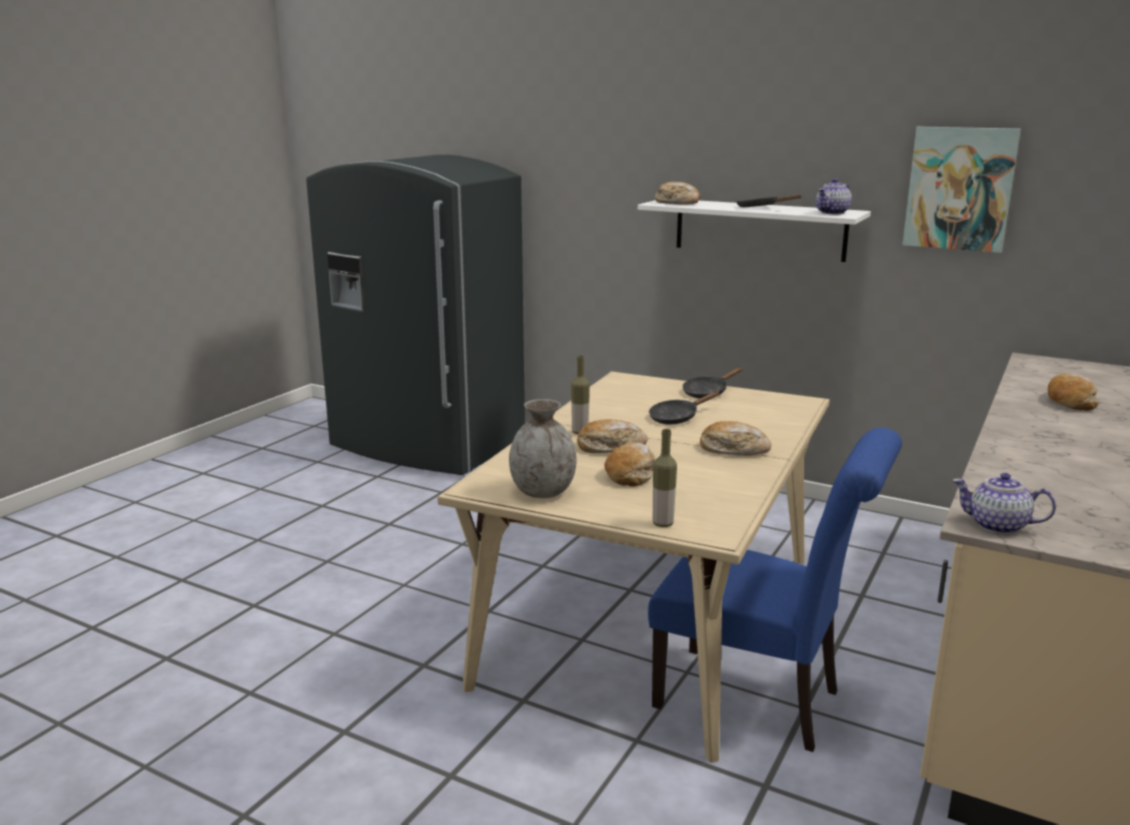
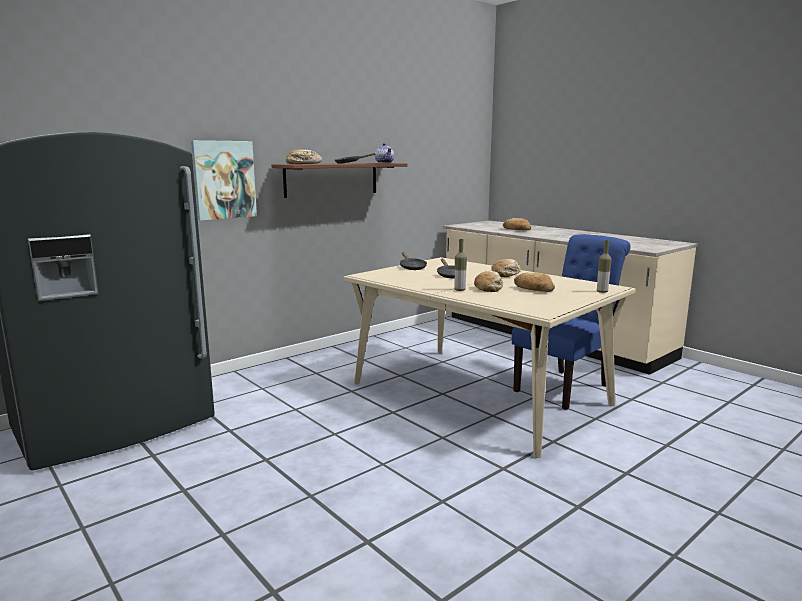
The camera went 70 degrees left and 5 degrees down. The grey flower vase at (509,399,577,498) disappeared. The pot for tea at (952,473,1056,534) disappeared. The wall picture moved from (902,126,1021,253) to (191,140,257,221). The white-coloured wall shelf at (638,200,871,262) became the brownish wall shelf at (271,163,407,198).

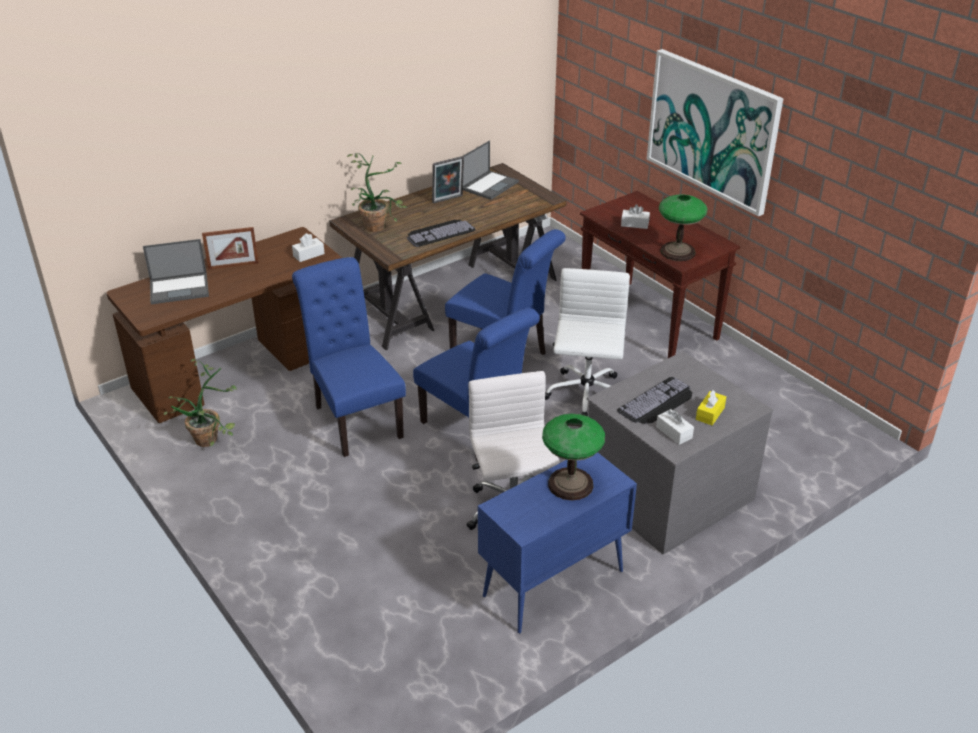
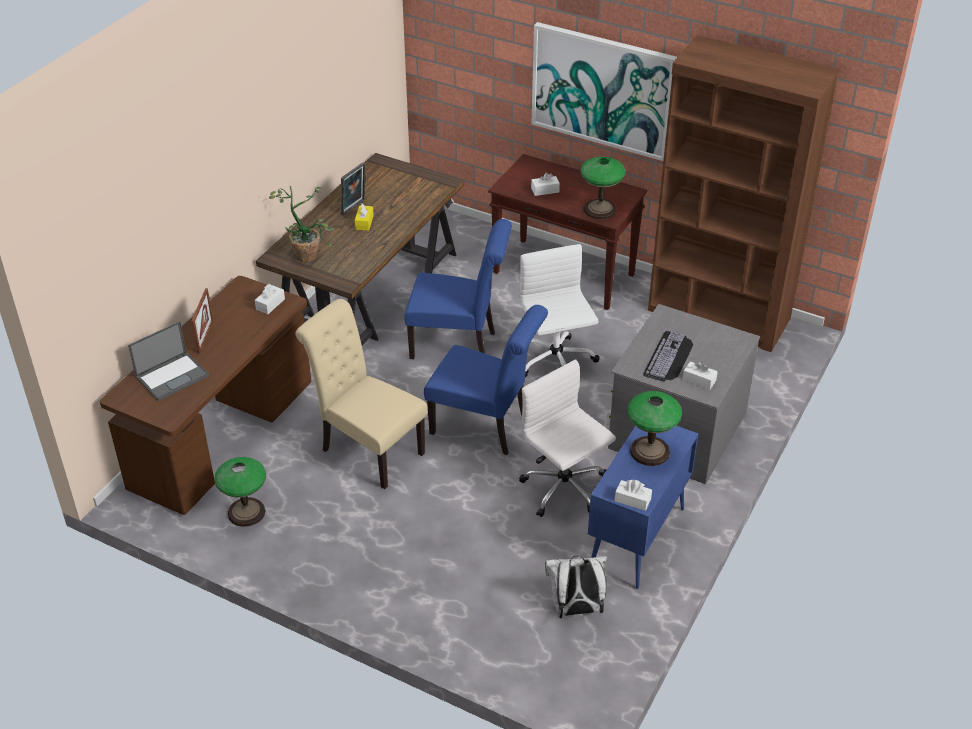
The camera went 25 degrees left and 5 degrees up. The PC keyboard at (407,220,475,247) disappeared. The notebook computer at (463,141,519,200) disappeared. The white-coloured rucksack at (545,555,607,619) appeared. The white-coloured tissue holder at (615,480,652,511) appeared. The brownish bookshelf at (648,35,840,352) appeared. The yellow tissue holder moved from (696,390,726,425) to (355,204,374,231). The potted plant at (164,359,237,447) was replaced by the table lamp at (214,457,266,527). The blue-coloured upright chair at (292,257,406,457) became the sand-coloured upright chair at (295,299,428,489). The picture frame at (202,227,259,270) turned 45 degrees counterclockwise.

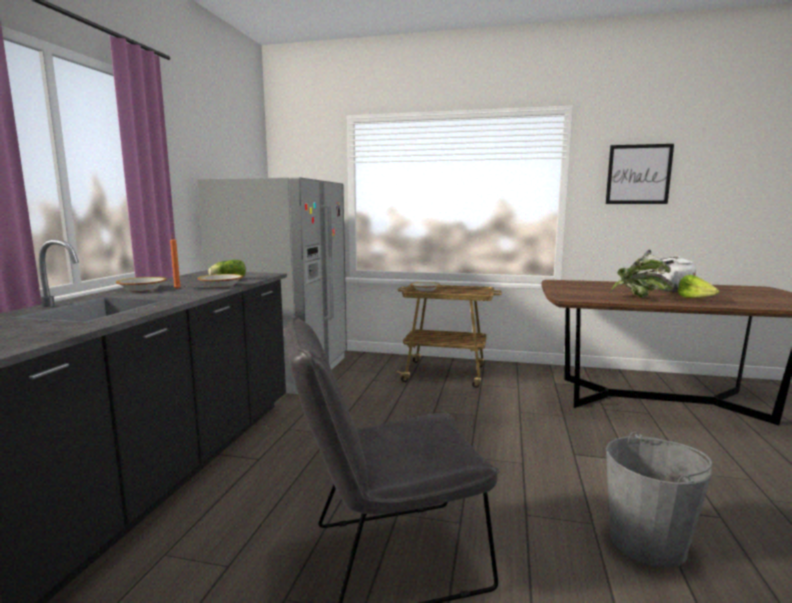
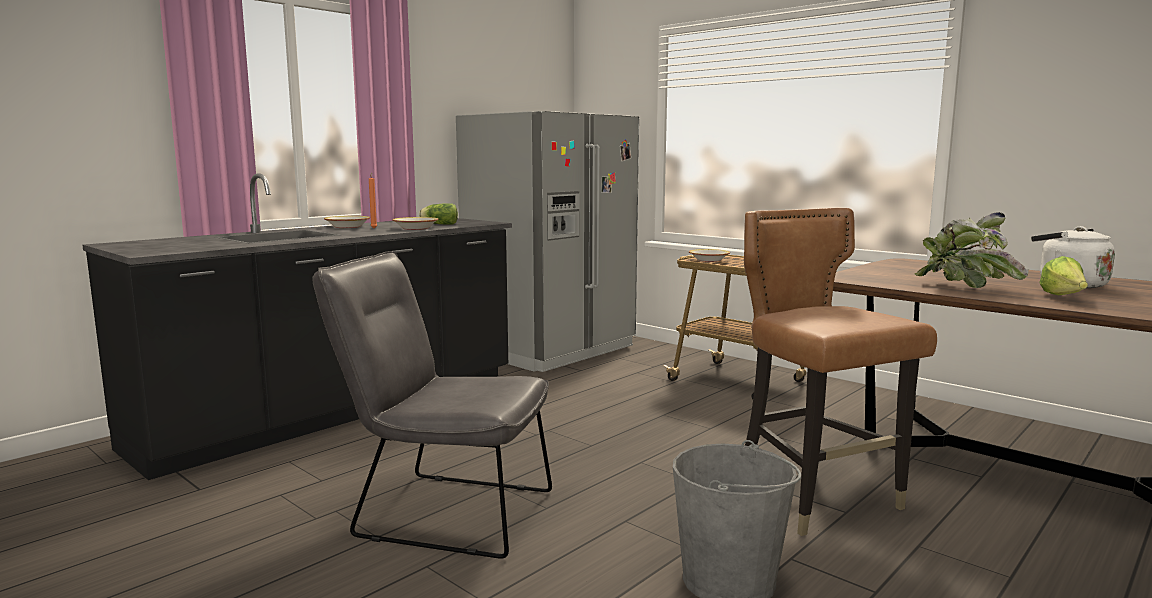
The camera went 30 degrees right and 0 degrees up. The wall picture at (606,144,674,204) disappeared. The brownish upright chair at (744,208,937,536) appeared.

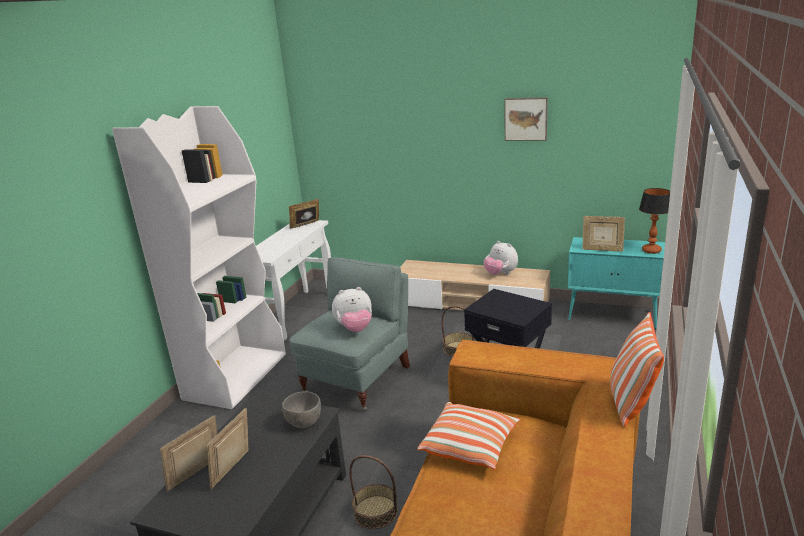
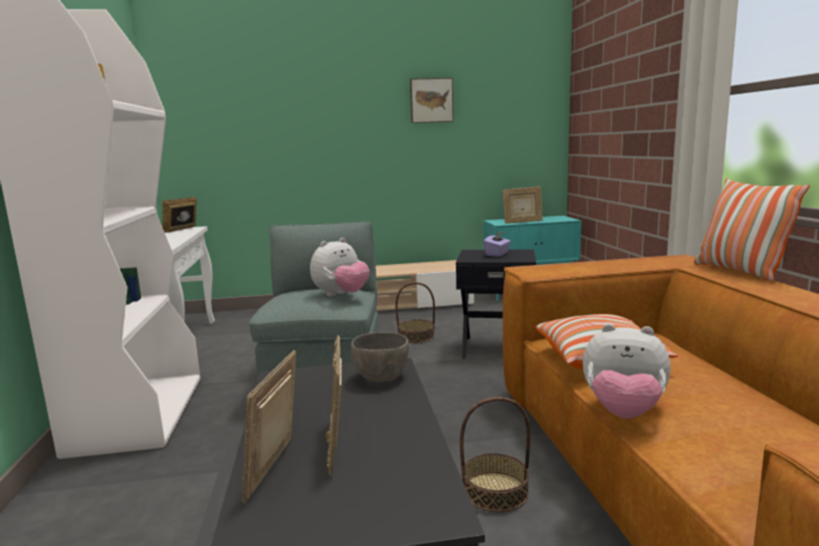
The camera went 30 degrees left and 10 degrees down. The table lamp at (639,188,670,254) disappeared. The purplish tissue holder at (483,231,511,257) appeared. The soft toy moved from (483,241,518,275) to (583,324,671,418).

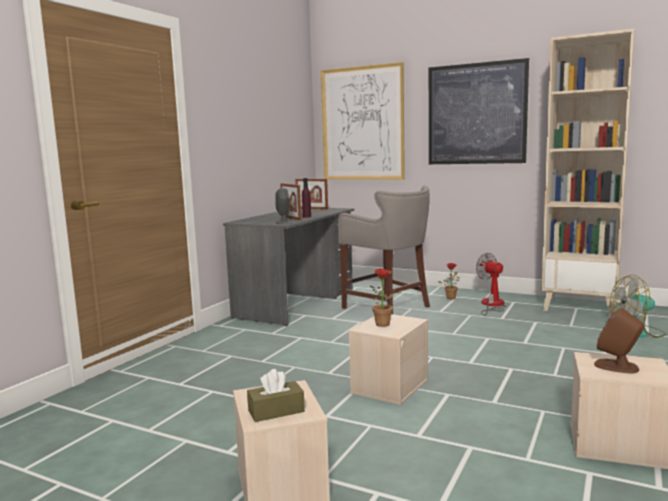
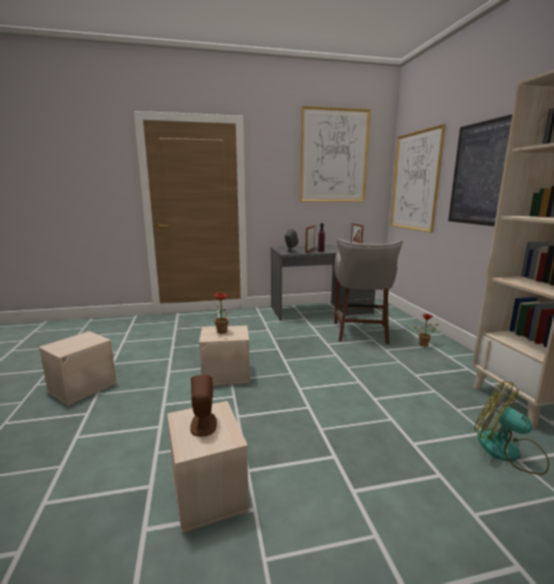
The camera went 50 degrees right and 5 degrees up. The brownish tissue holder at (247,369,305,422) disappeared. The fan at (476,253,506,316) disappeared. The wall picture at (300,106,371,202) appeared.

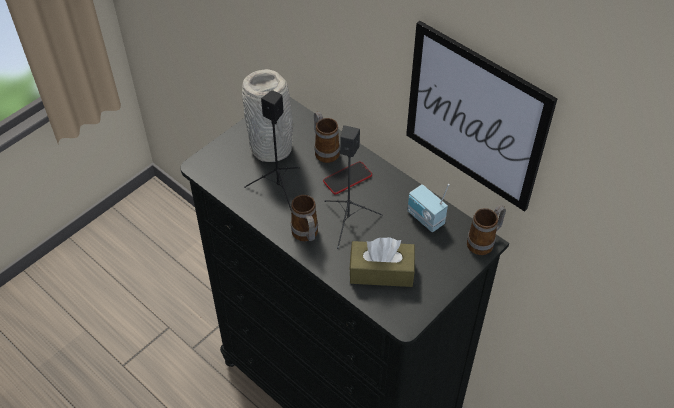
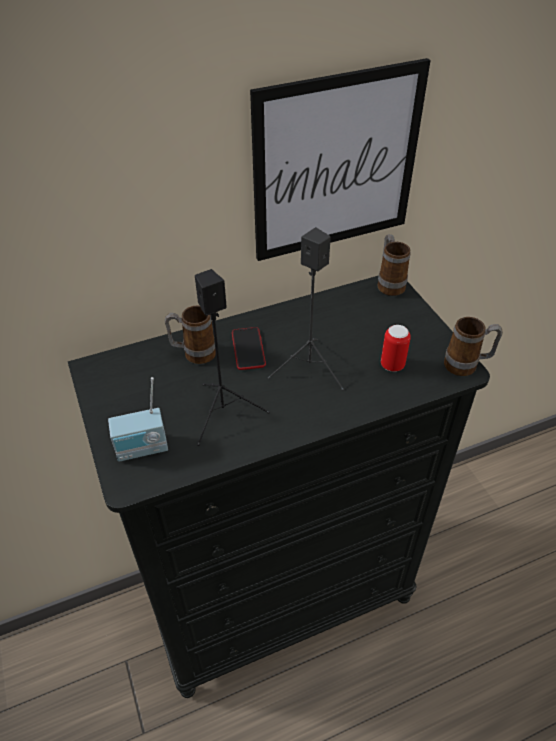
The camera went 65 degrees left and 5 degrees down. The grey flower vase at (242,69,293,162) disappeared. The tea mug moved from (291,195,318,241) to (444,317,503,376). The radio receiver moved from (407,184,450,232) to (108,377,168,462). The brownish tissue holder at (349,237,415,287) was replaced by the metal can at (381,325,411,372).

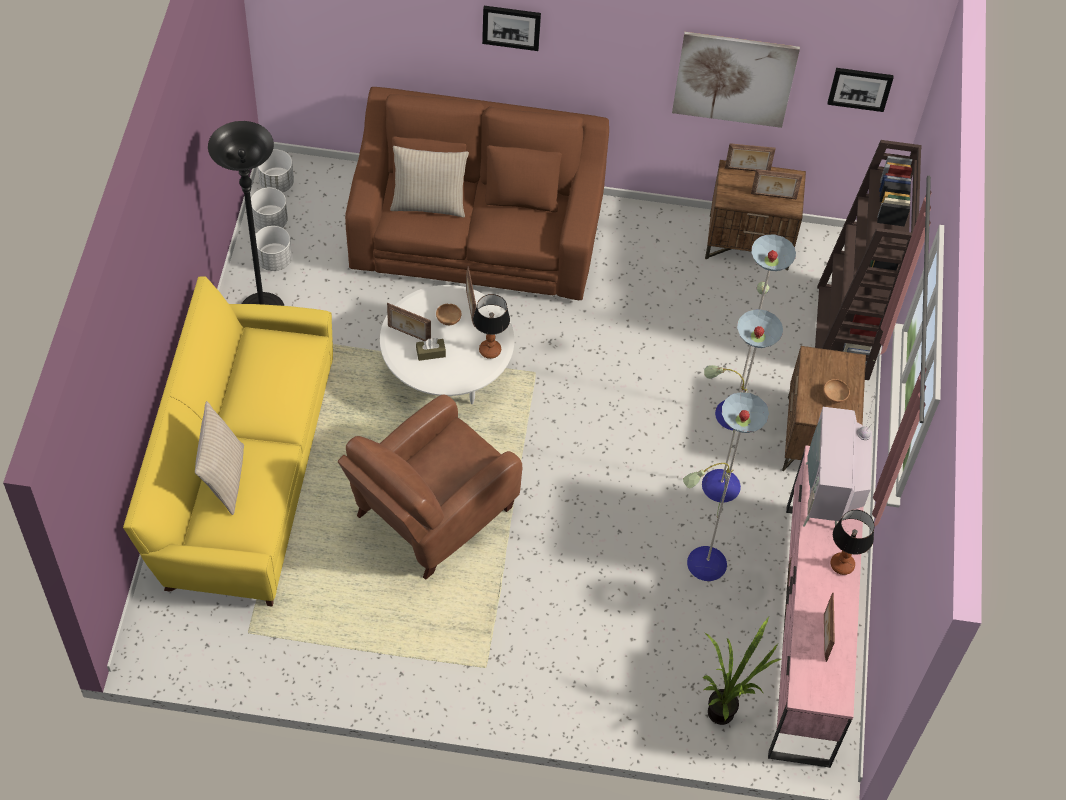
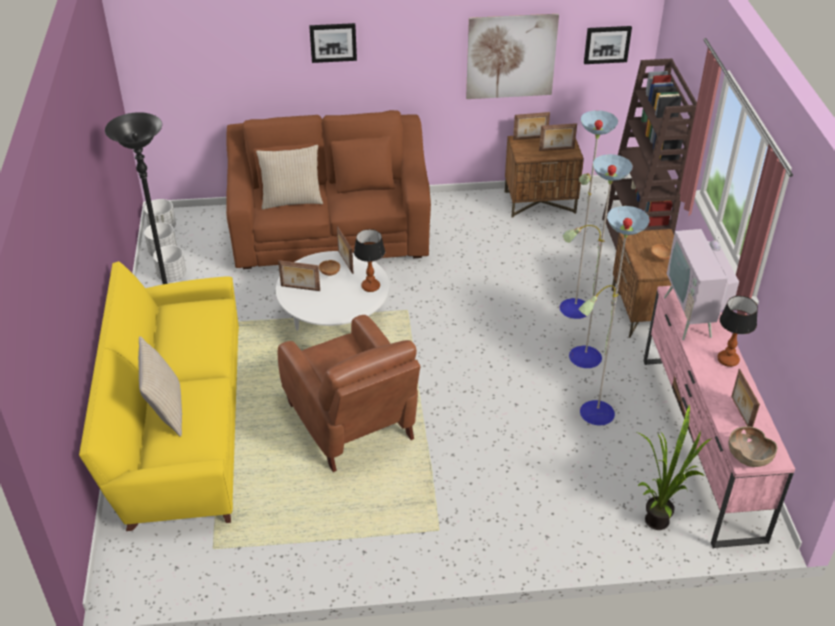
The camera went 10 degrees left and 15 degrees down. The brownish tissue holder at (416,338,446,361) disappeared. The brownish deep dish at (729,426,777,467) appeared. The brownish lounge chair at (338,394,522,580) turned 60 degrees counterclockwise.

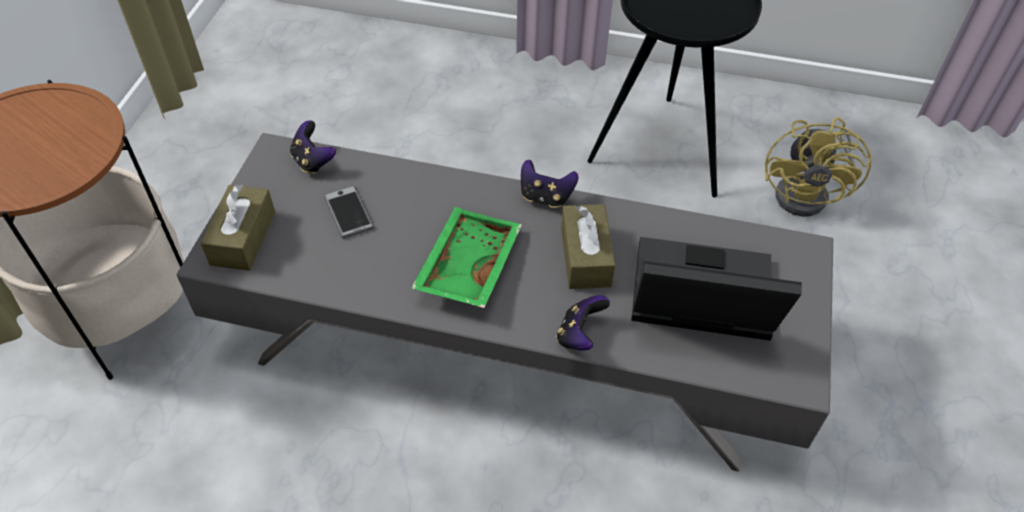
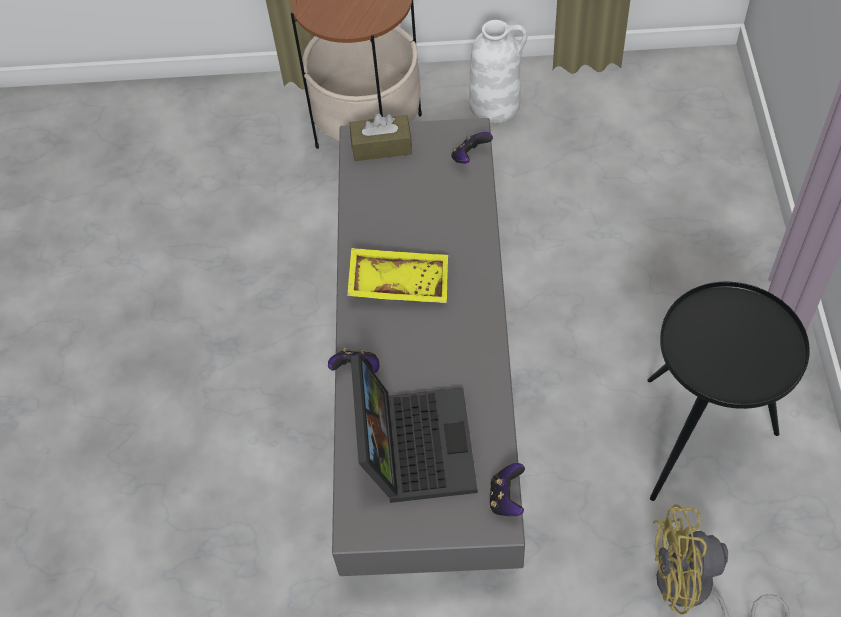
The camera went 80 degrees right and 5 degrees up. The handset at (324,186,374,238) disappeared. The brownish tissue holder at (561,204,616,289) disappeared. The white-coloured flower vase at (469,20,528,123) appeared. The gamepad moved from (521,160,579,208) to (489,463,525,516). The green-coloured serving tray at (411,207,522,308) became the yellow serving tray at (347,248,448,303).

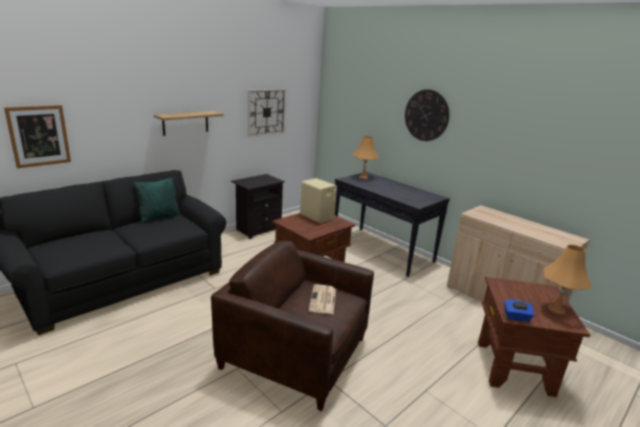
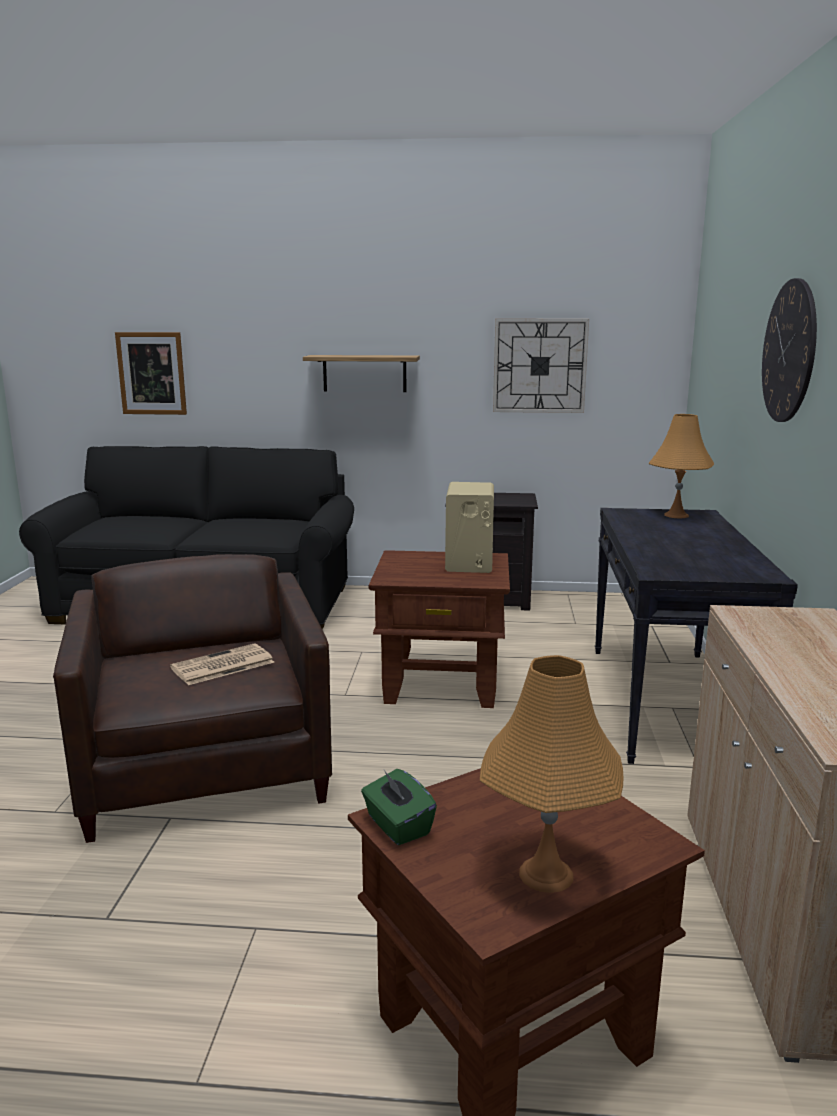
The camera went 50 degrees right and 5 degrees down. The green-coloured throw pillow at (133,177,181,223) disappeared. The blue-coloured tissue holder at (505,300,534,322) became the green-coloured tissue holder at (361,769,437,845).

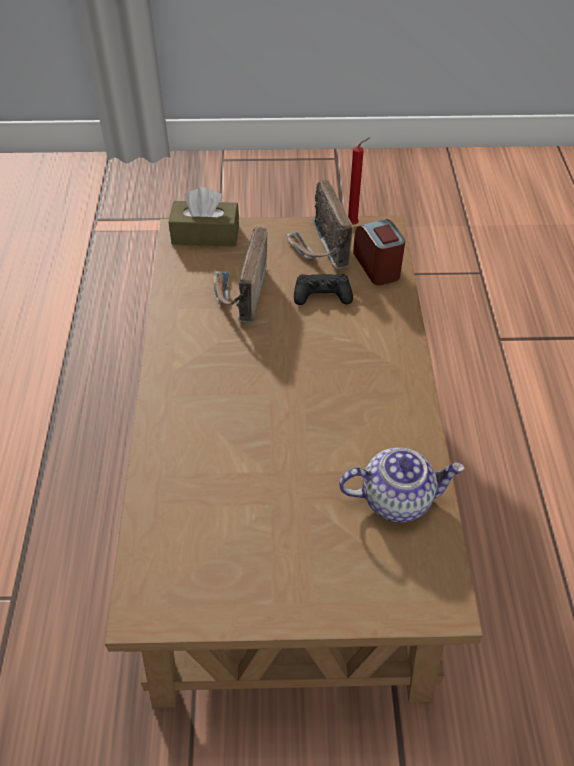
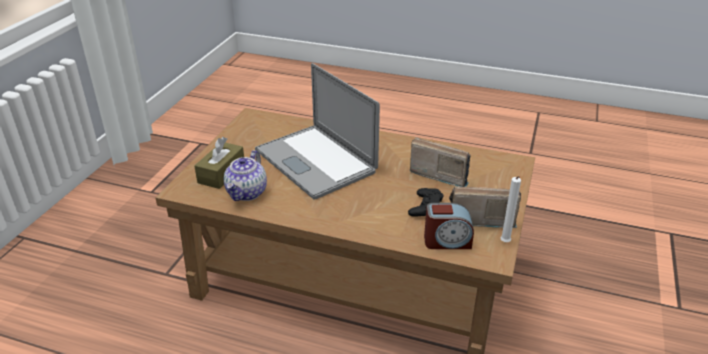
The camera went 110 degrees right and 15 degrees down. The notebook computer at (255,63,380,200) appeared. The brownish tissue holder moved from (169,187,239,246) to (194,137,244,189). The red wax light at (348,138,369,225) became the white-coloured wax light at (500,176,521,242).

